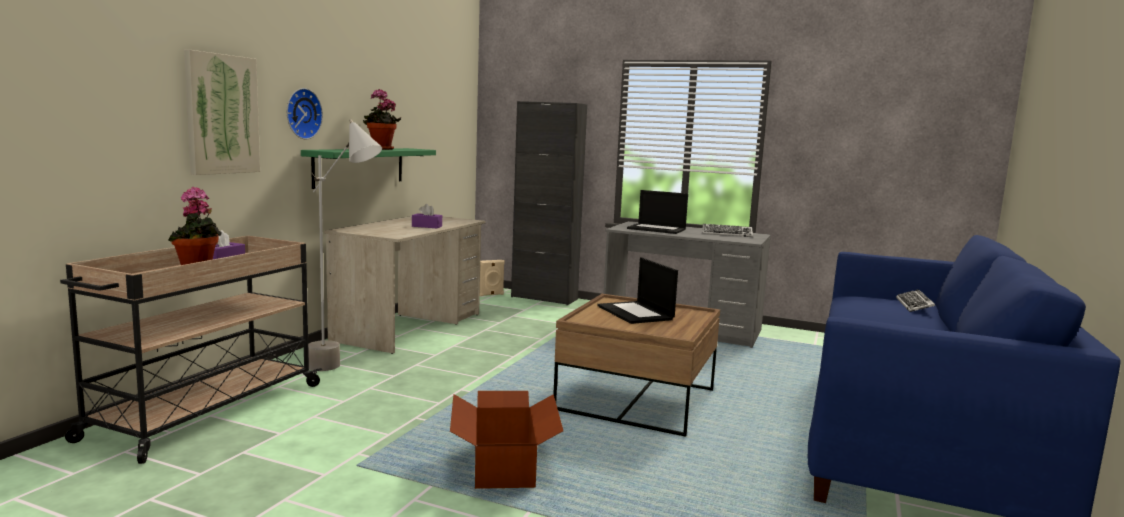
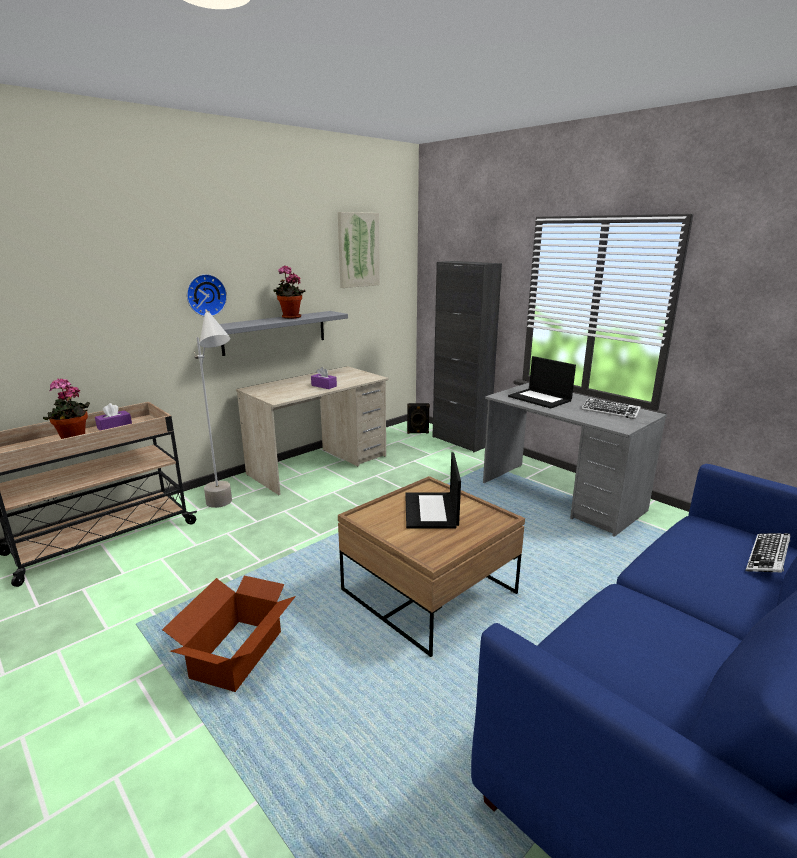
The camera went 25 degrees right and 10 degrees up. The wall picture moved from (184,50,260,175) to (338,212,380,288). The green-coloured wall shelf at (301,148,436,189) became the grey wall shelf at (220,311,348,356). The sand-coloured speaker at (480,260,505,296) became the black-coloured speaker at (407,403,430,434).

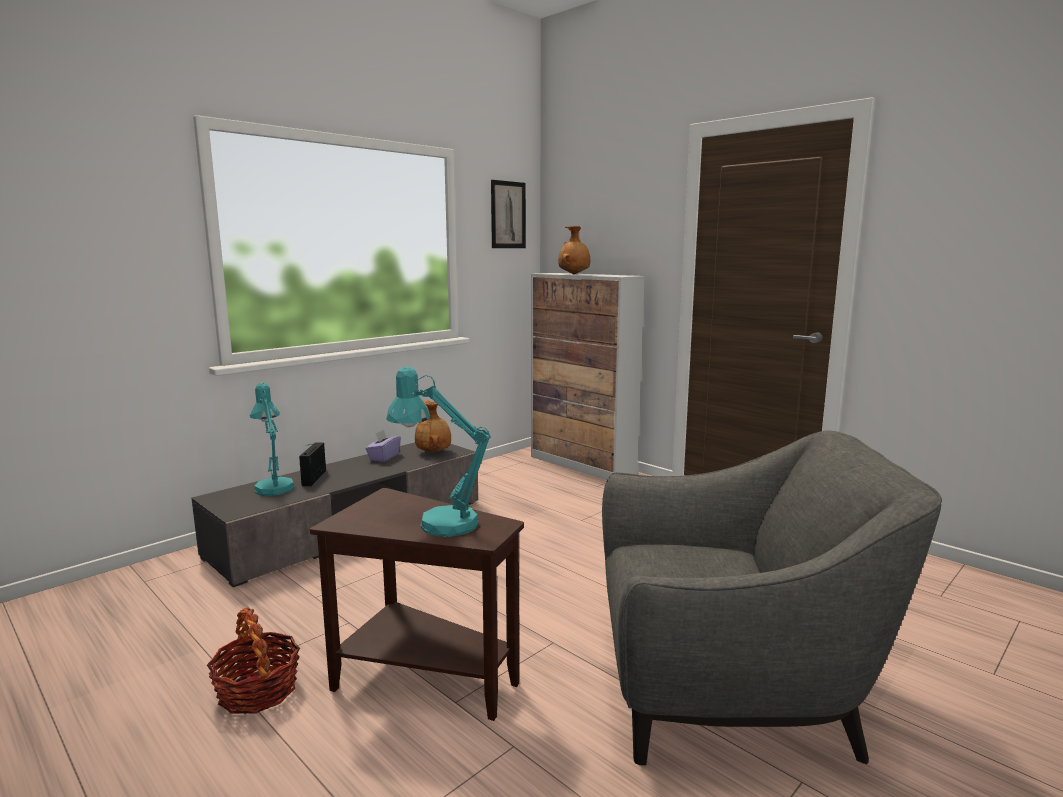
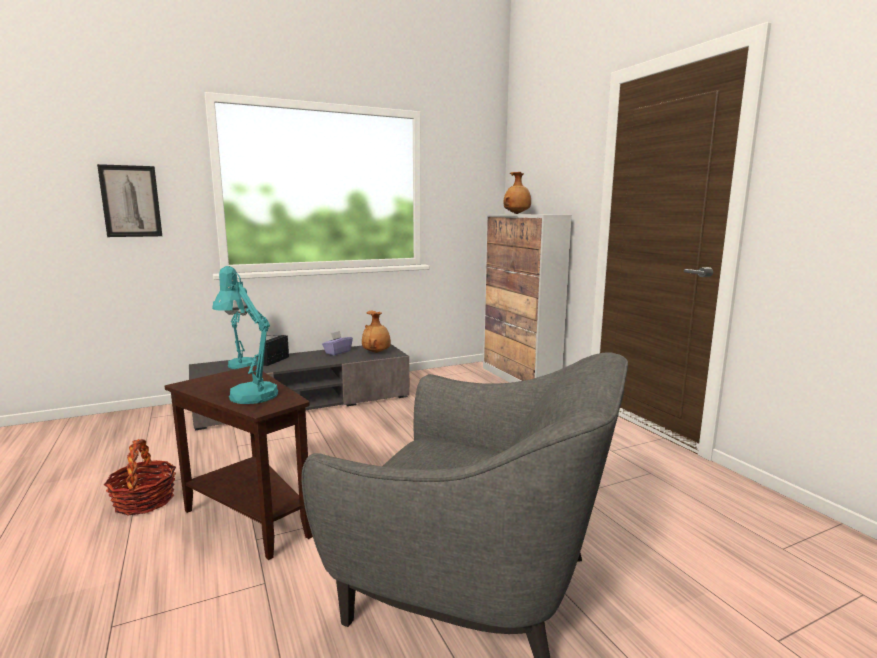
The camera went 20 degrees right and 0 degrees up. The wall picture moved from (491,180,526,248) to (97,164,162,237).

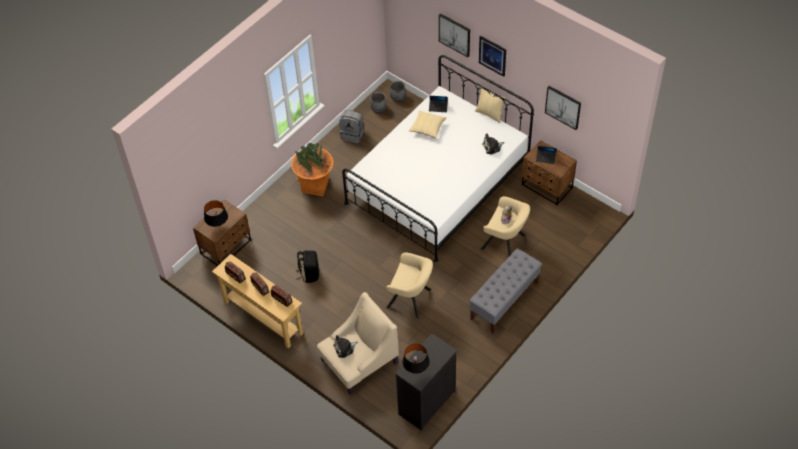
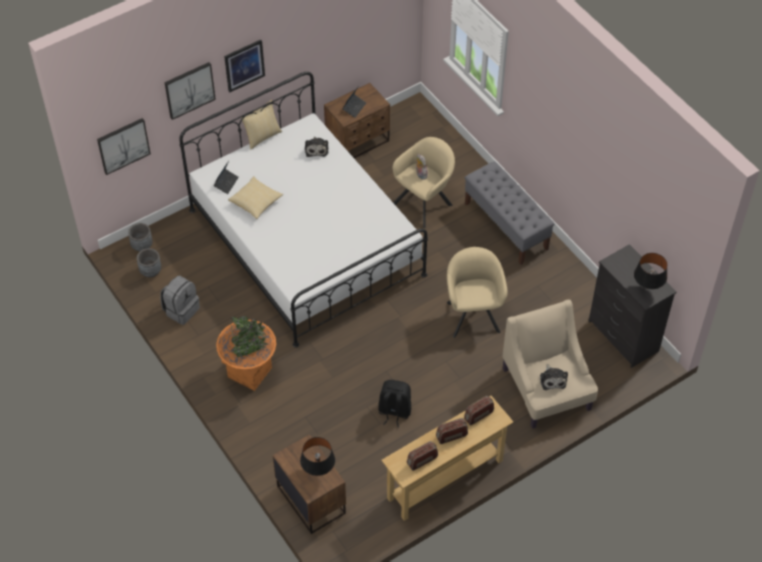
The camera went 75 degrees left and 0 degrees up. The wall picture moved from (545,86,581,130) to (97,118,151,175). The sand-coloured lounge chair at (386,252,433,318) turned 45 degrees counterclockwise.

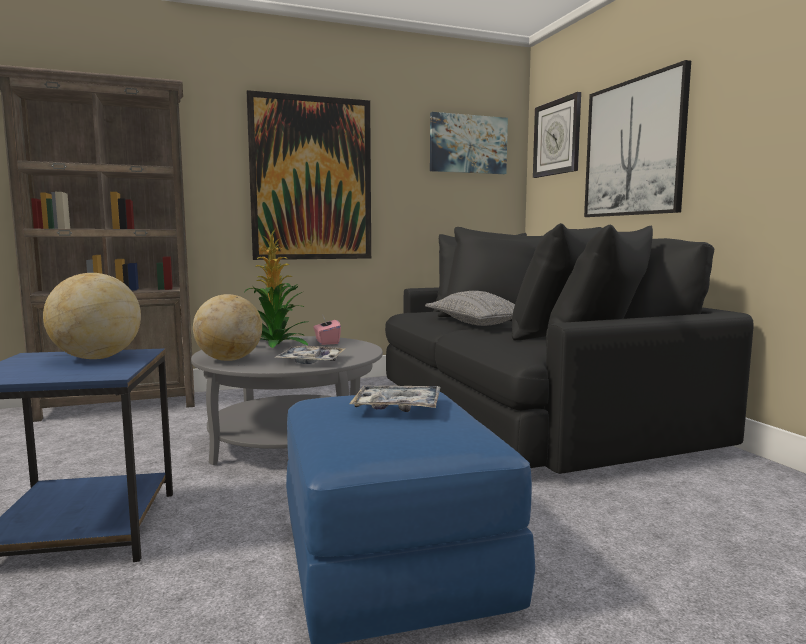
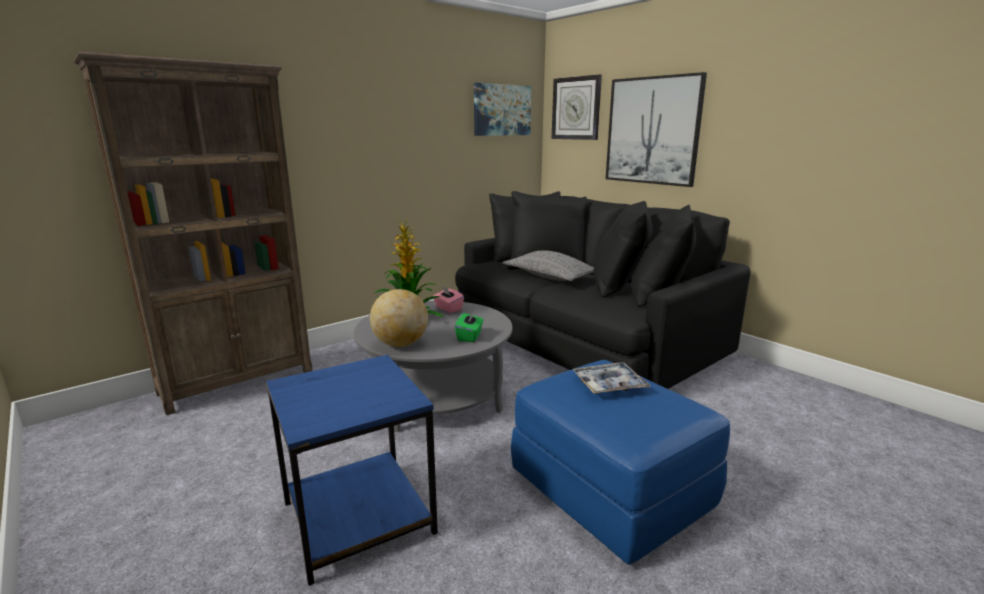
The camera went 20 degrees left and 10 degrees up. The desk globe at (43,273,141,359) disappeared. The wall picture at (247,90,371,260) disappeared. The serving tray at (274,346,346,364) was replaced by the green-coloured tissue holder at (455,310,484,342).

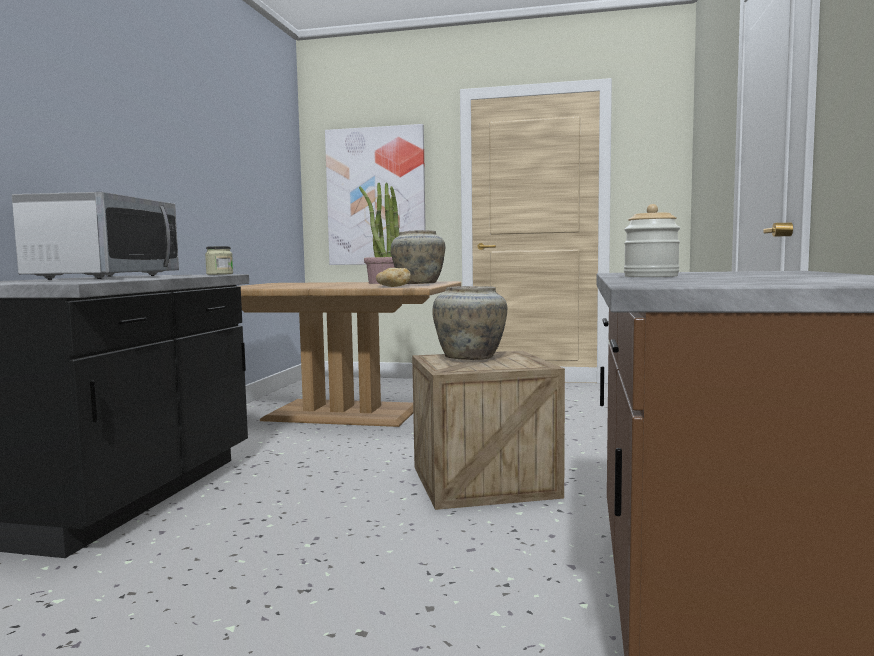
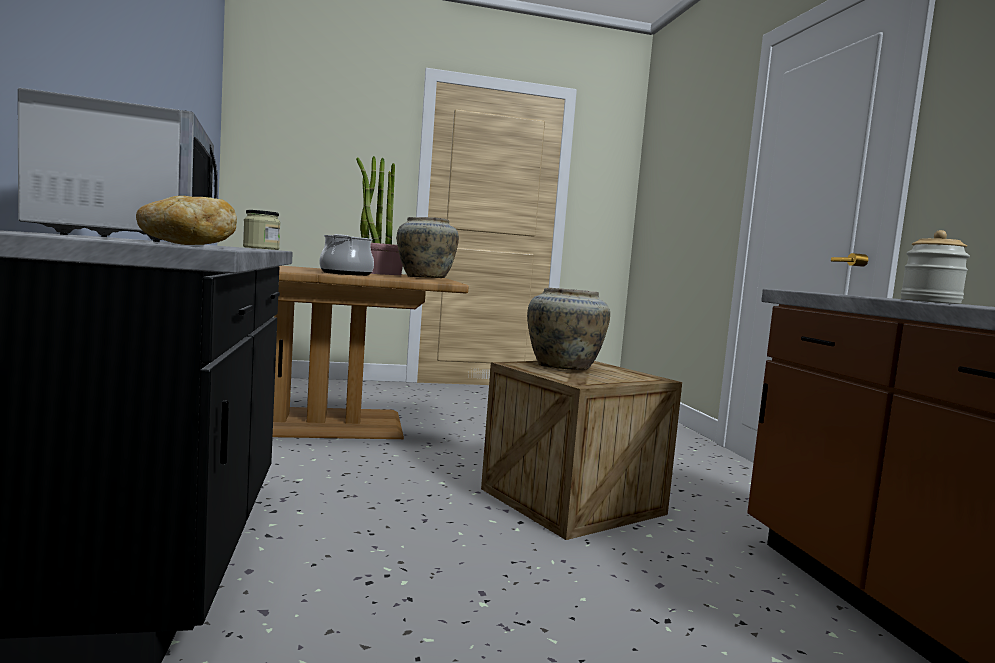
The camera went 25 degrees left and 0 degrees up. The wall picture at (325,124,426,265) disappeared. The cooking pot at (319,234,374,276) appeared. The baked bread moved from (376,268,411,287) to (136,196,237,245).

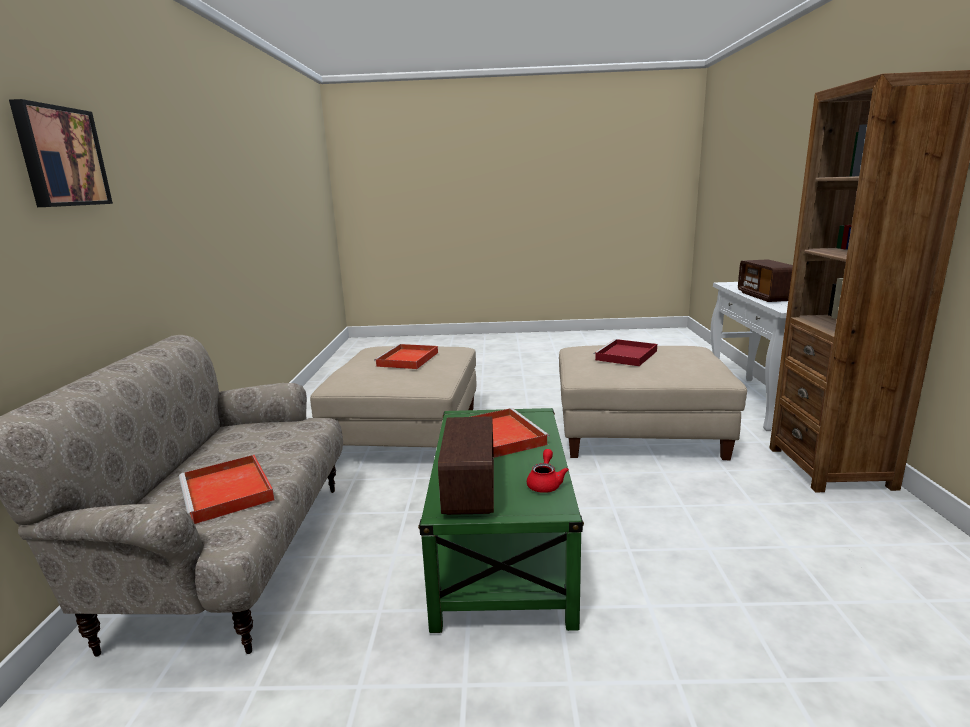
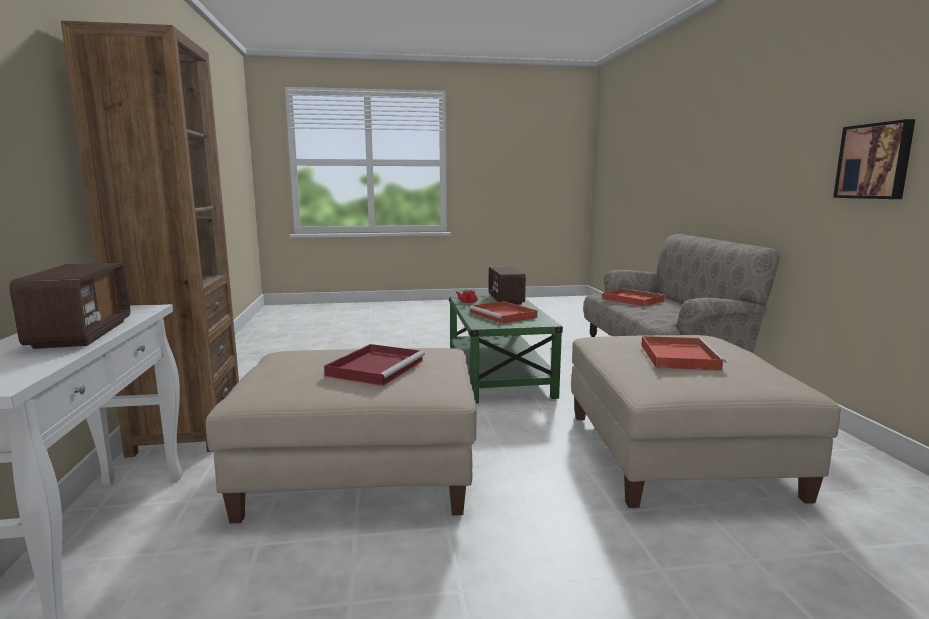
The camera went 170 degrees right and 5 degrees down. The wall picture moved from (9,99,113,207) to (833,119,915,199).

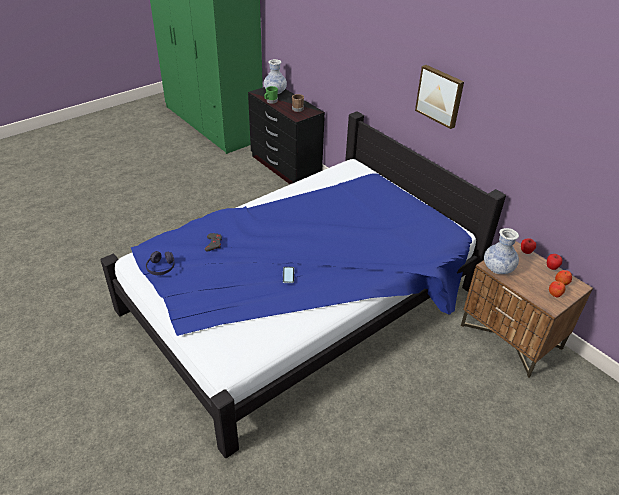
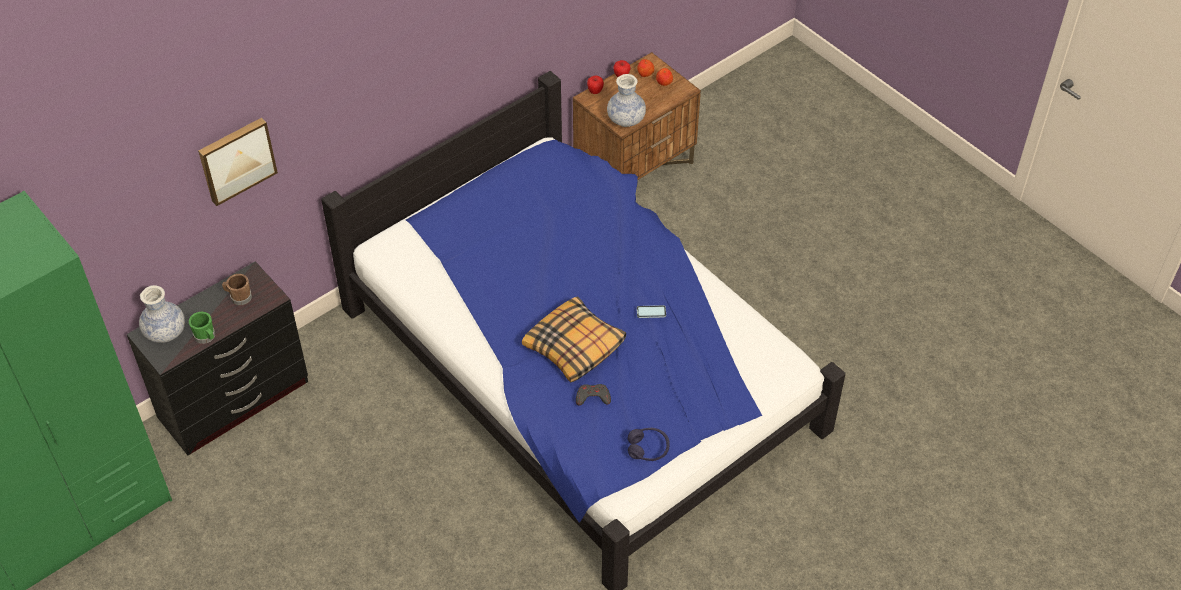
The camera went 90 degrees left and 10 degrees up. The throw pillow at (522,296,626,383) appeared. The wall picture moved from (415,65,464,129) to (198,118,278,206).

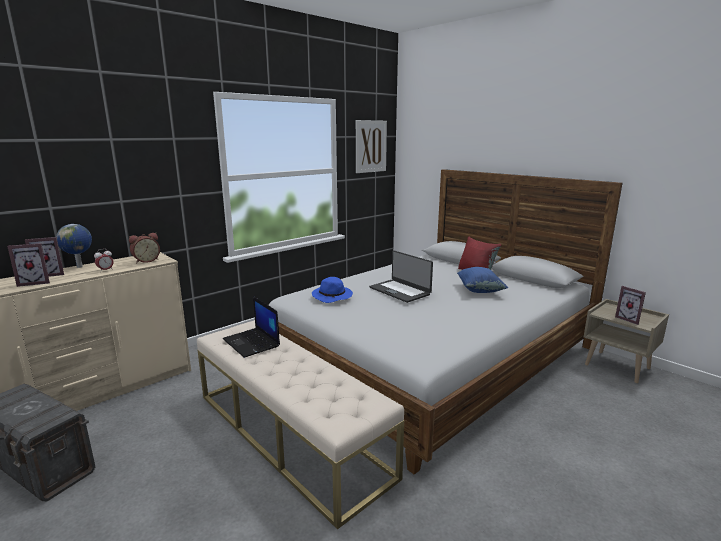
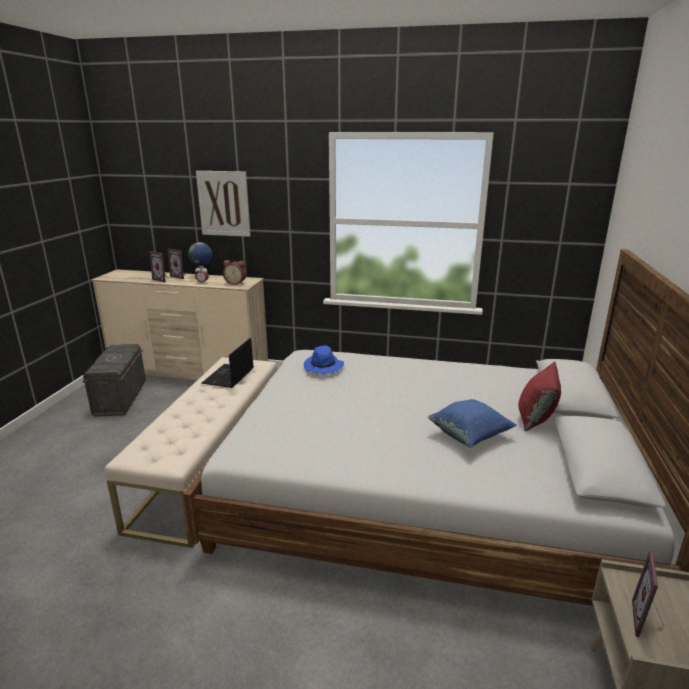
The camera went 55 degrees right and 5 degrees up. The notebook computer at (369,250,433,303) disappeared. The wall picture moved from (356,120,387,173) to (196,171,251,237).

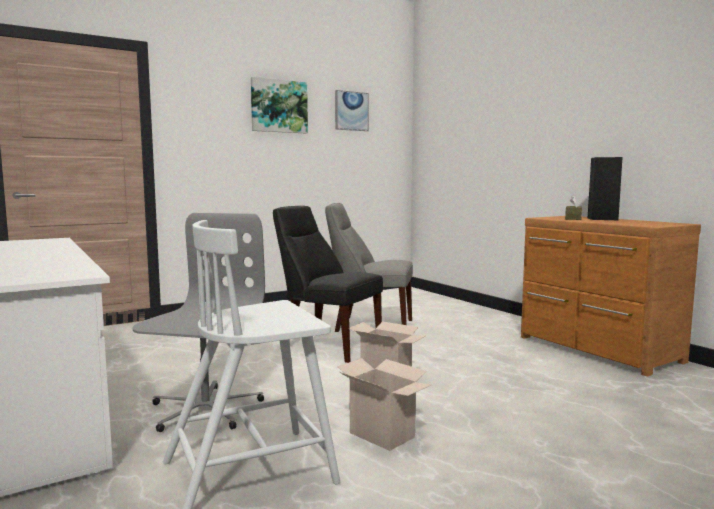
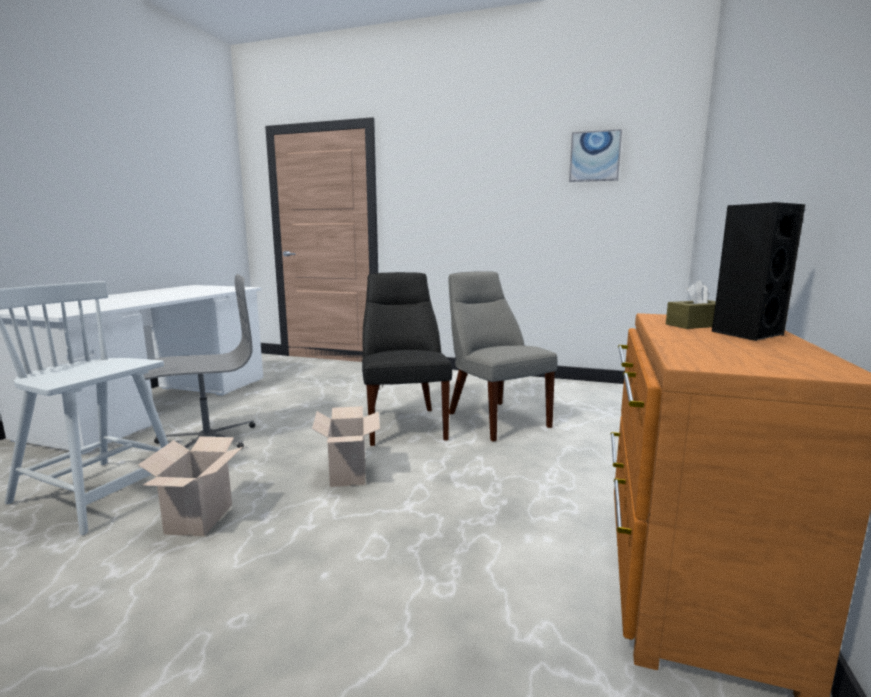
The camera went 50 degrees right and 5 degrees up. The wall picture at (251,77,308,133) disappeared.

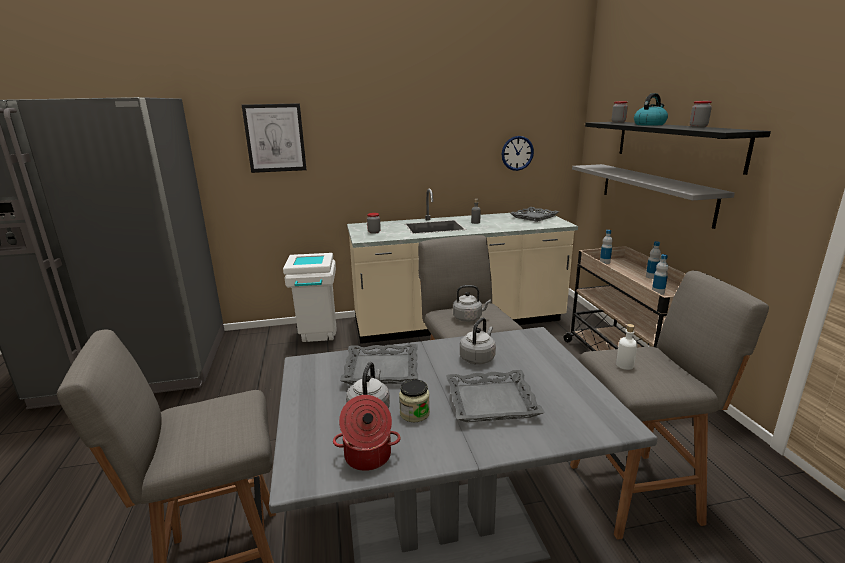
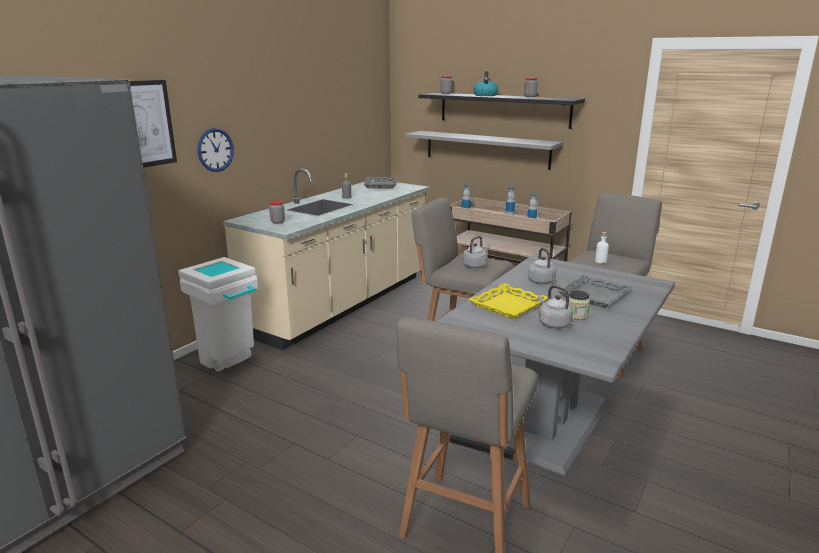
The camera went 45 degrees left and 0 degrees up. The cooking pot at (333,395,401,471) disappeared. The hanging clock moved from (502,136,534,171) to (198,128,234,172). The grey serving tray at (340,344,418,385) became the yellow serving tray at (468,283,548,319).

